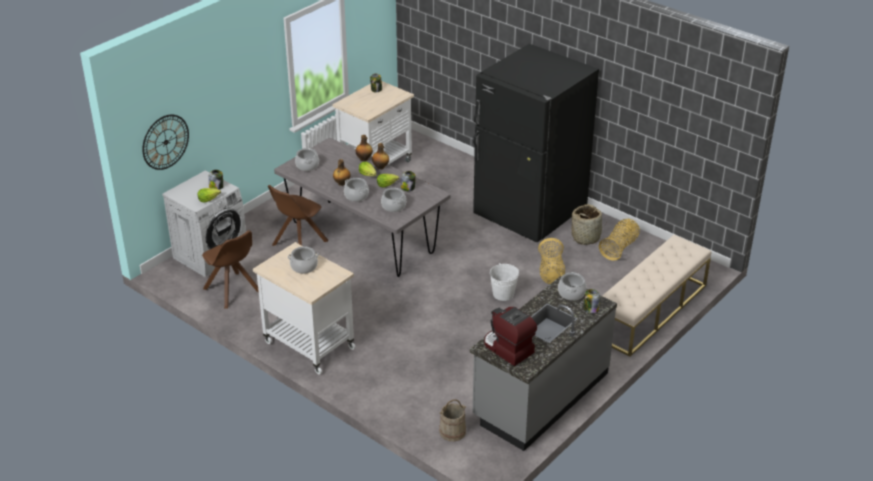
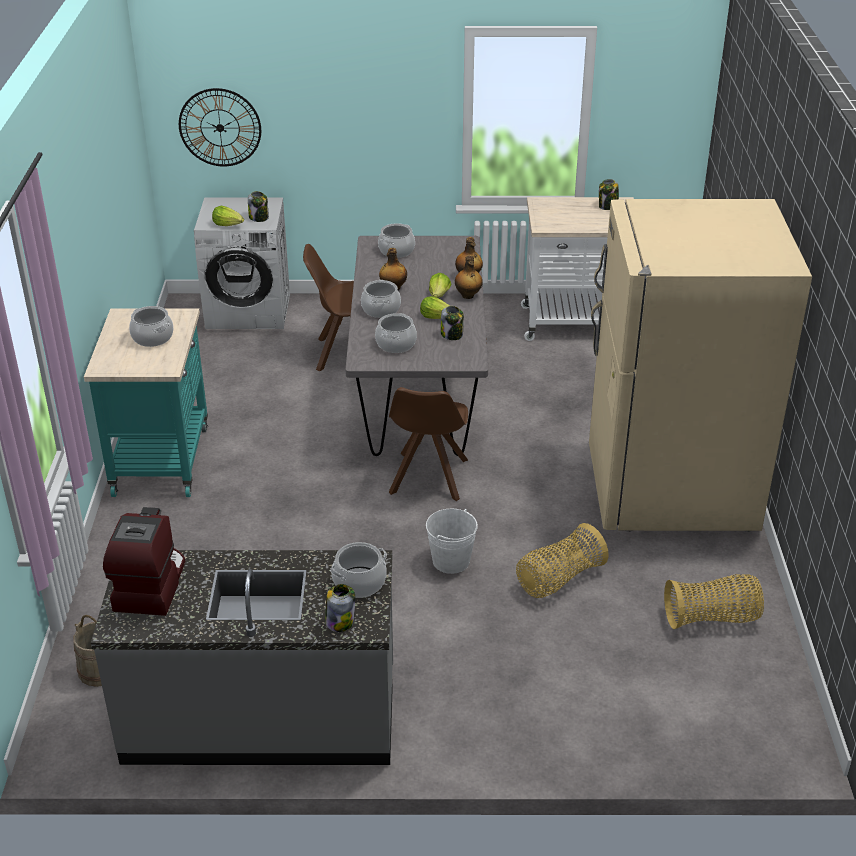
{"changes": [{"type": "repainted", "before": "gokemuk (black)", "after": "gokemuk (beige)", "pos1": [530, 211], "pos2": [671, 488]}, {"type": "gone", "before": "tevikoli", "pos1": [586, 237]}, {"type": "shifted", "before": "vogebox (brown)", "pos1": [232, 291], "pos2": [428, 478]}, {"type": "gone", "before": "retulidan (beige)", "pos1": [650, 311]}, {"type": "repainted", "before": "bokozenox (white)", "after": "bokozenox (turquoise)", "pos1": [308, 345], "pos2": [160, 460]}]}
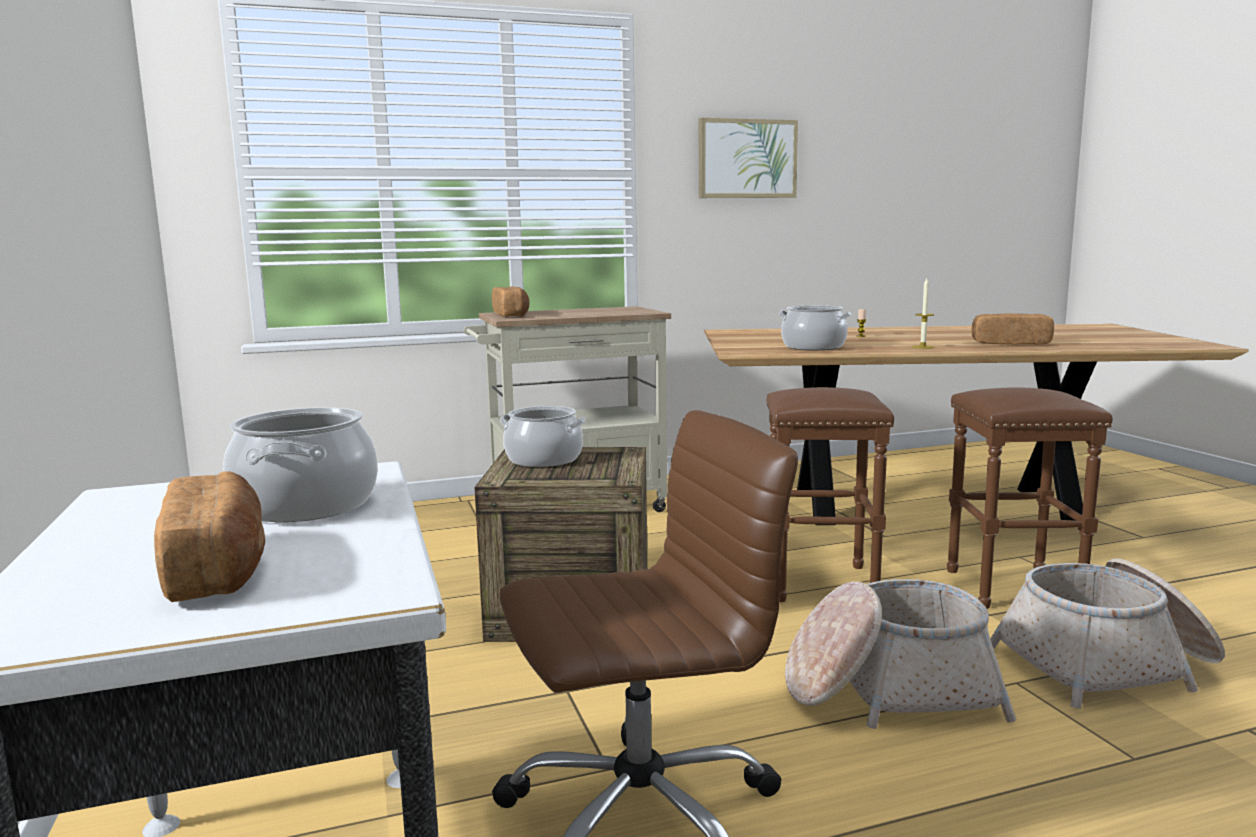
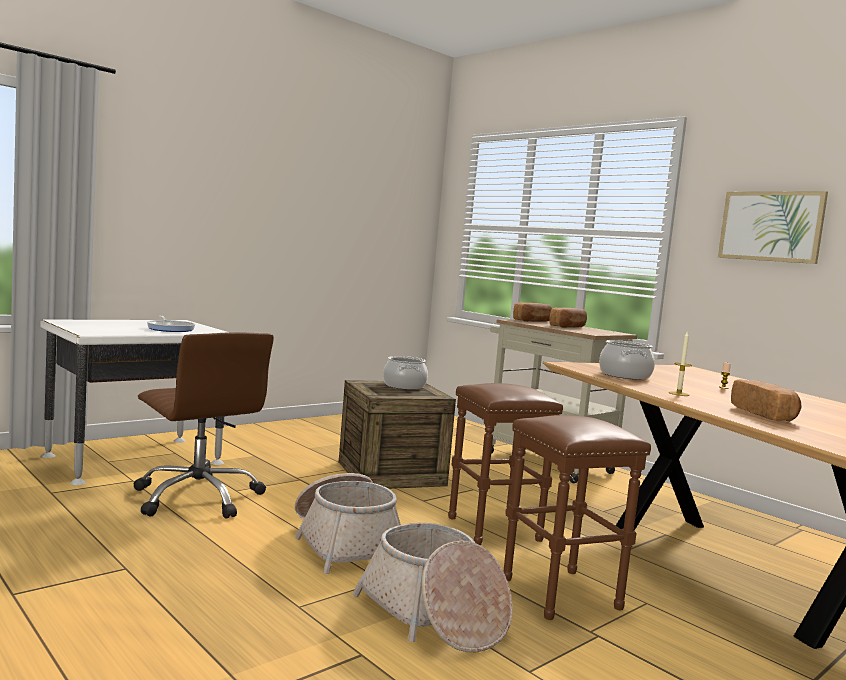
{"changes": [{"type": "swapped", "before": "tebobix", "after": "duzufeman", "pos1": [304, 505], "pos2": [170, 329]}, {"type": "shifted", "before": "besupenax", "pos1": [218, 568], "pos2": [568, 327]}]}
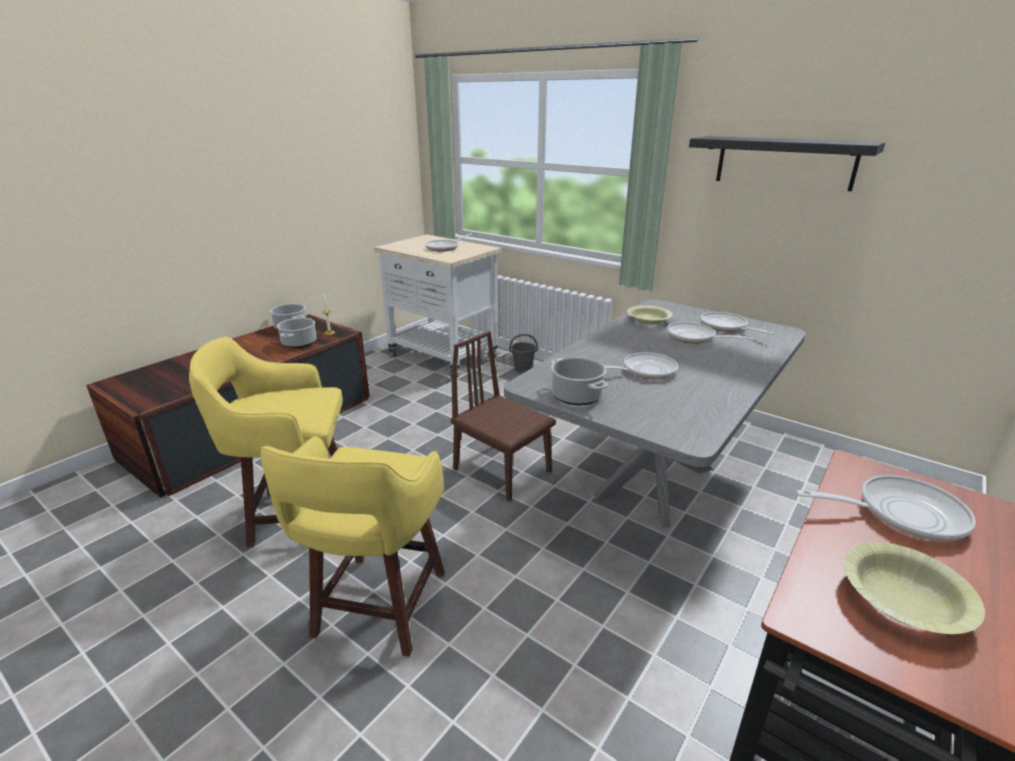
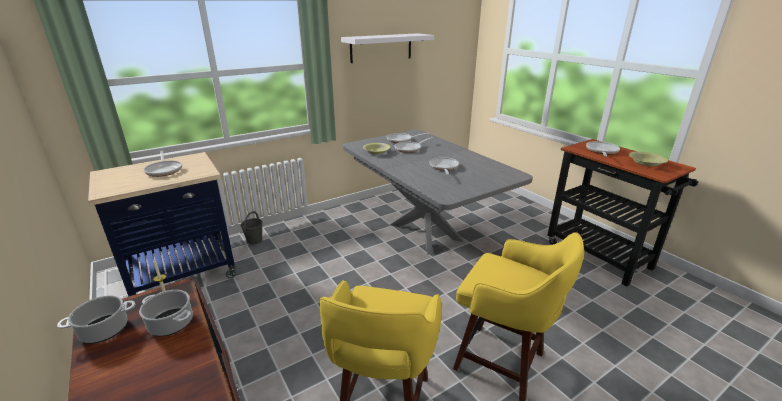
{"changes": [{"type": "repainted", "before": "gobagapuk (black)", "after": "gobagapuk (white)", "pos1": [784, 162], "pos2": [381, 48]}, {"type": "repainted", "before": "bokozenox (white)", "after": "bokozenox (blue)", "pos1": [443, 357], "pos2": [183, 275]}, {"type": "gone", "before": "vogebox (brown)", "pos1": [502, 470]}, {"type": "gone", "before": "tebobix", "pos1": [577, 396]}]}
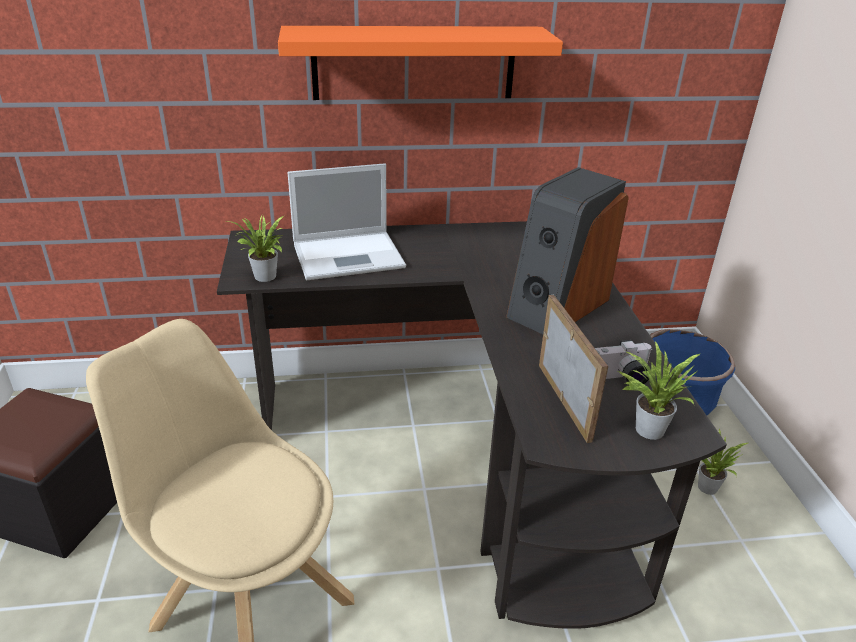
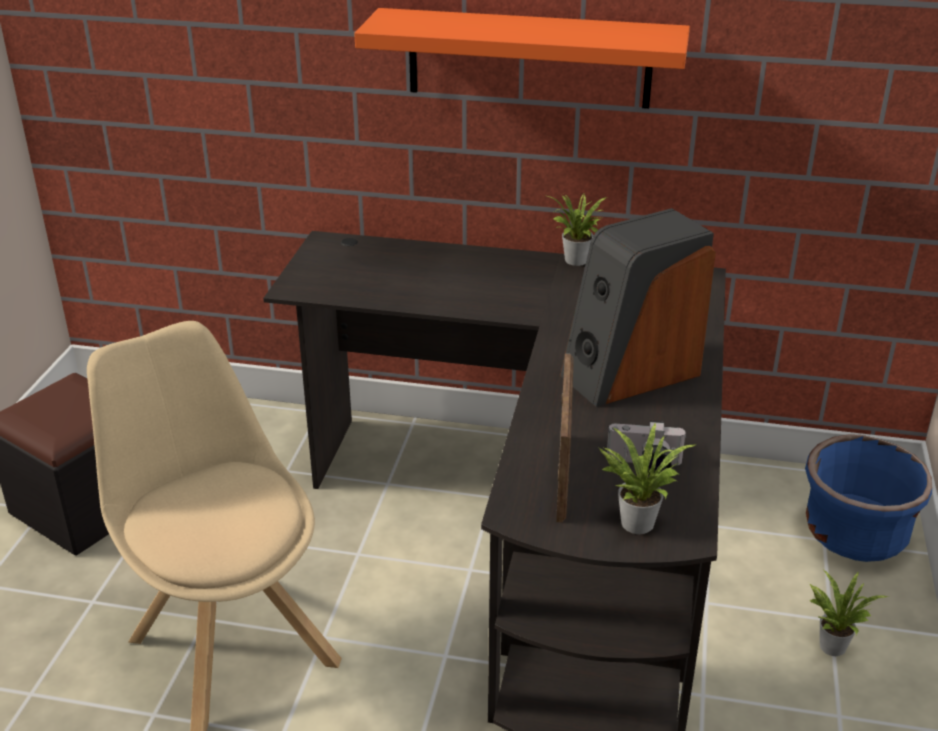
{"changes": [{"type": "gone", "before": "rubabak", "pos1": [350, 255]}, {"type": "shifted", "before": "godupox", "pos1": [265, 278], "pos2": [575, 261]}]}
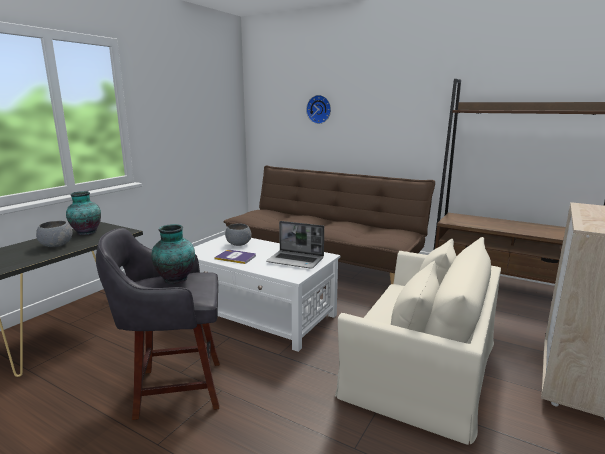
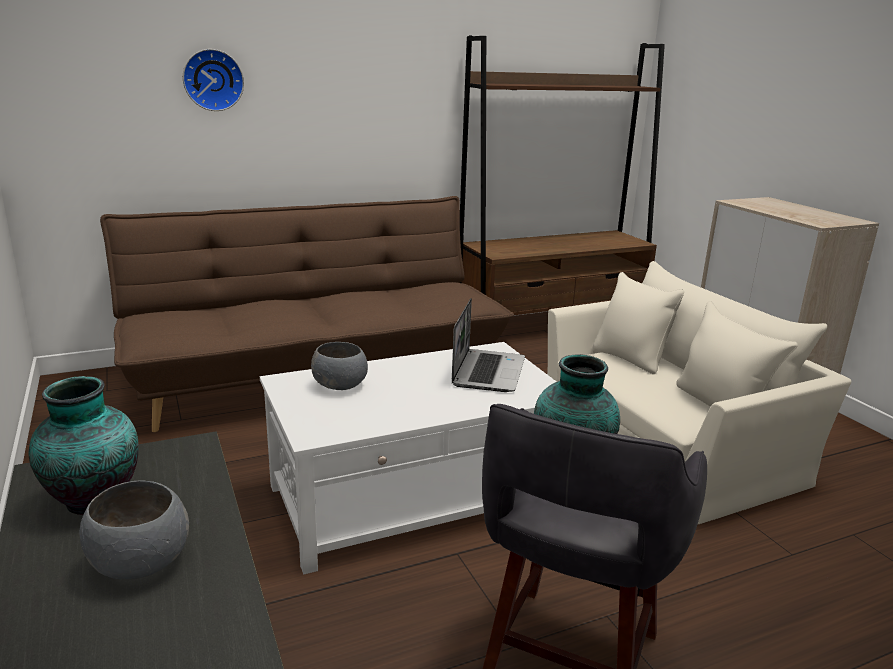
{"changes": [{"type": "rotated", "before": "rubabak", "pos1": [296, 260], "pos2": [487, 372], "turn": -45}, {"type": "gone", "before": "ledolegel", "pos1": [236, 257]}]}
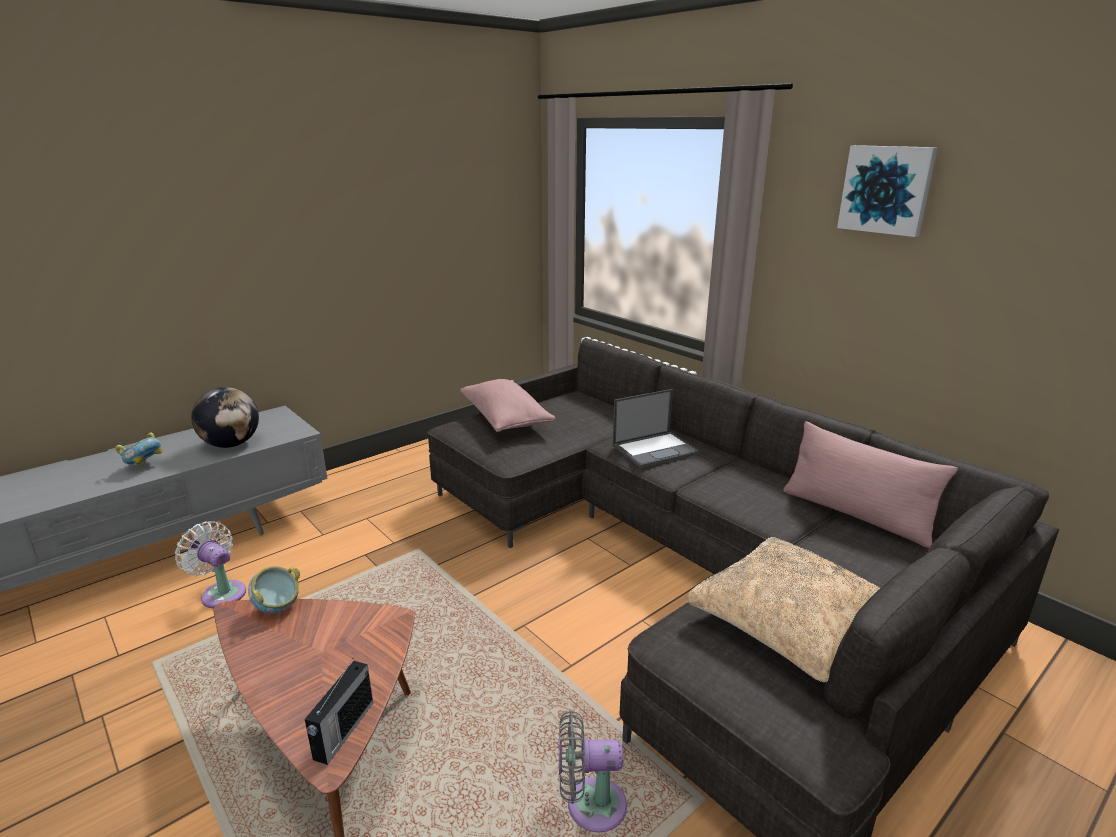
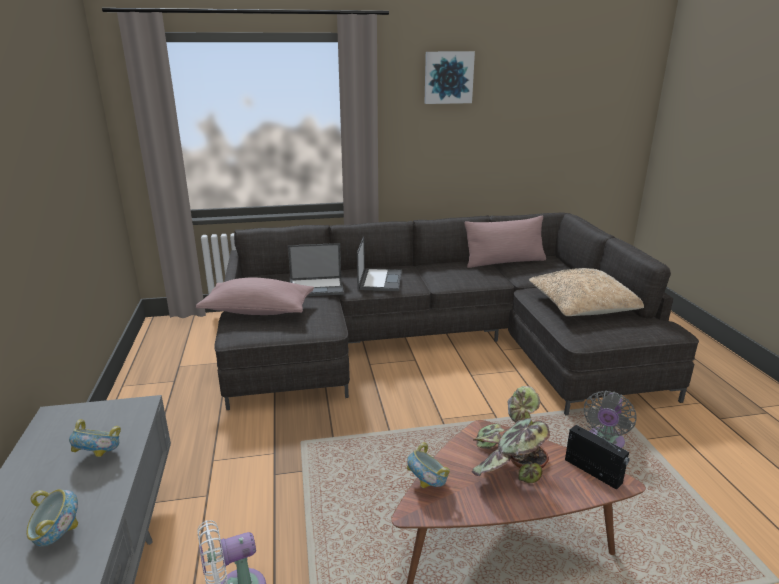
{"changes": [{"type": "swapped", "before": "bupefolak", "after": "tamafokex", "pos1": [231, 444], "pos2": [100, 456]}, {"type": "new", "after": "rubabak", "pos2": [317, 287]}, {"type": "new", "after": "godupox", "pos2": [507, 467]}]}
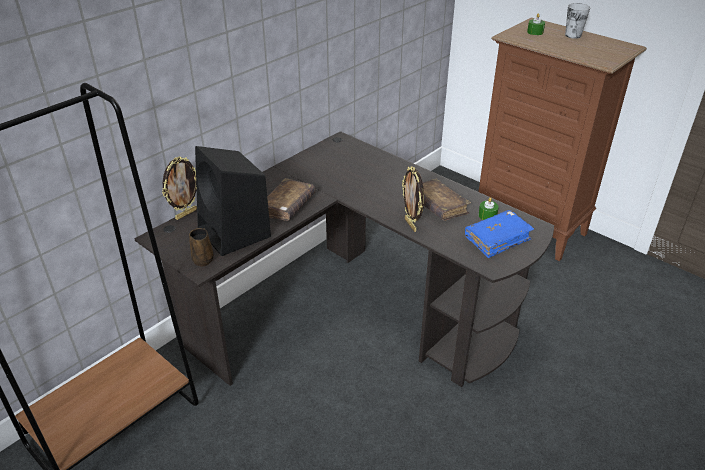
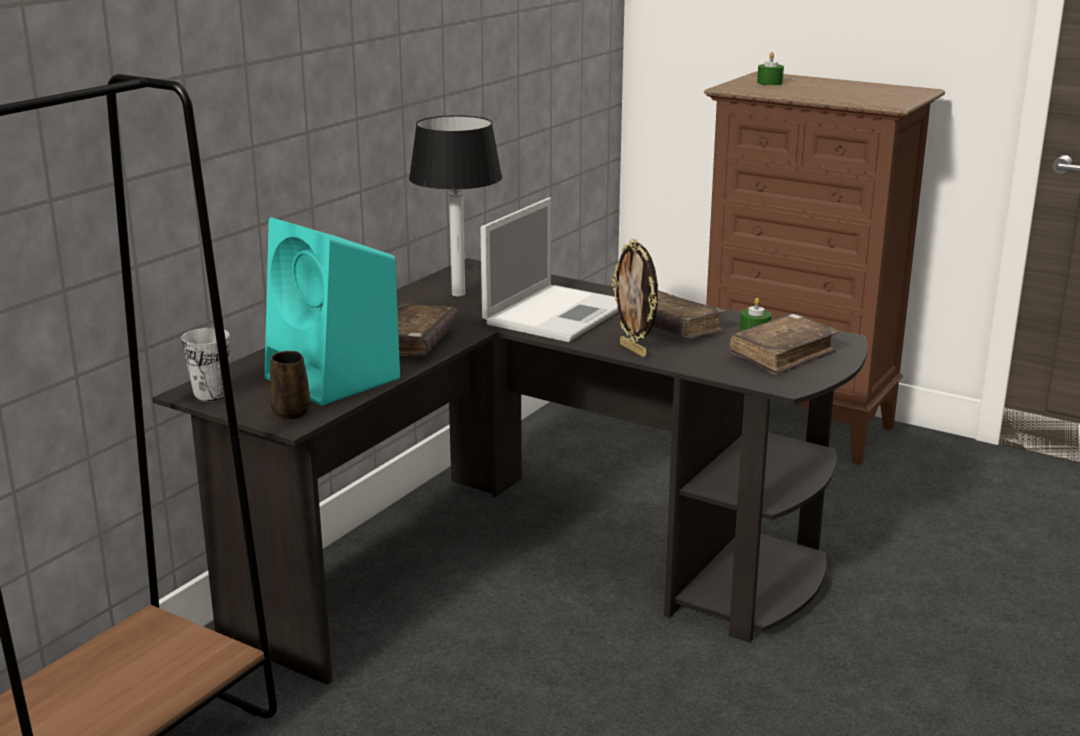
{"changes": [{"type": "shifted", "before": "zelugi", "pos1": [573, 35], "pos2": [211, 394]}, {"type": "repainted", "before": "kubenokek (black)", "after": "kubenokek (turquoise)", "pos1": [235, 233], "pos2": [335, 379]}, {"type": "gone", "before": "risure", "pos1": [186, 214]}, {"type": "repainted", "before": "ledolegel (blue)", "after": "ledolegel (brown)", "pos1": [497, 239], "pos2": [782, 355]}, {"type": "new", "after": "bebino", "pos2": [457, 294]}, {"type": "new", "after": "rubabak", "pos2": [558, 313]}]}
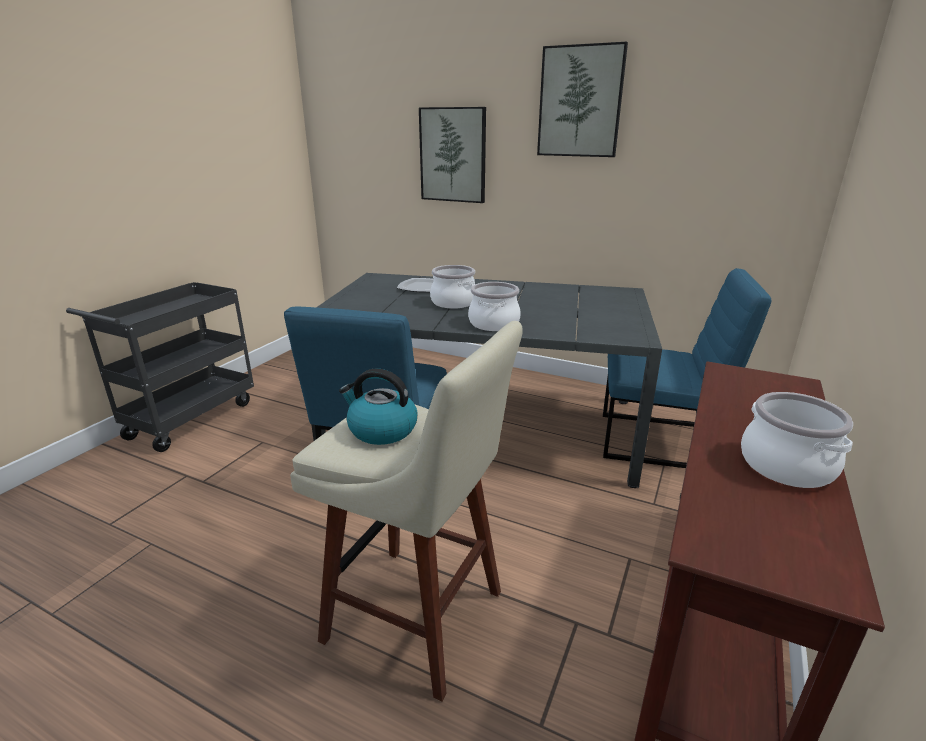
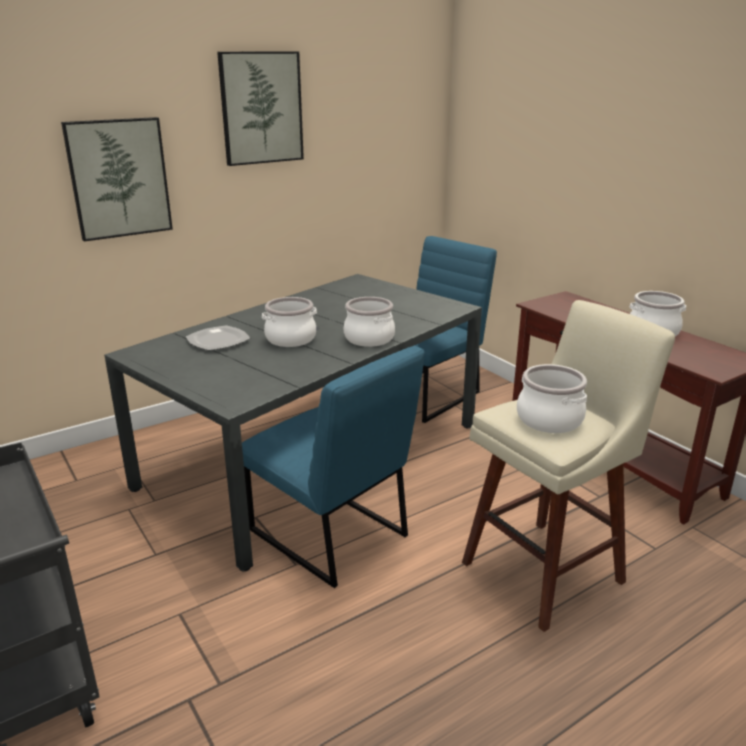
{"changes": [{"type": "swapped", "before": "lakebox", "after": "tebobix", "pos1": [381, 430], "pos2": [550, 419]}]}
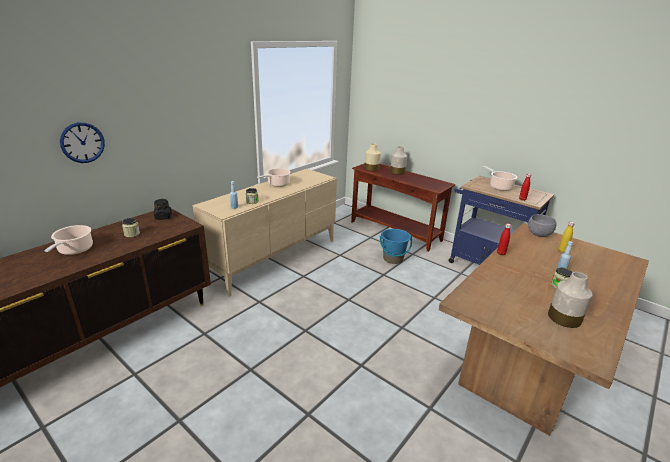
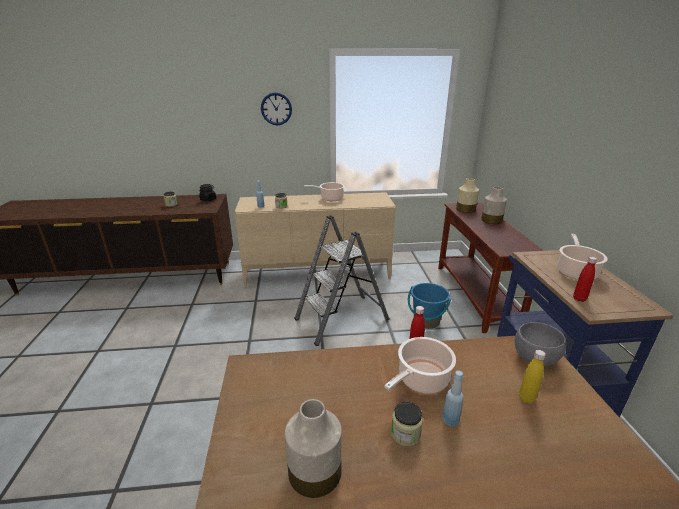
{"changes": [{"type": "shifted", "before": "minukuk", "pos1": [82, 142], "pos2": [276, 109]}, {"type": "shifted", "before": "tebobix", "pos1": [74, 250], "pos2": [421, 380]}, {"type": "new", "after": "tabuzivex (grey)", "pos2": [343, 318]}]}
